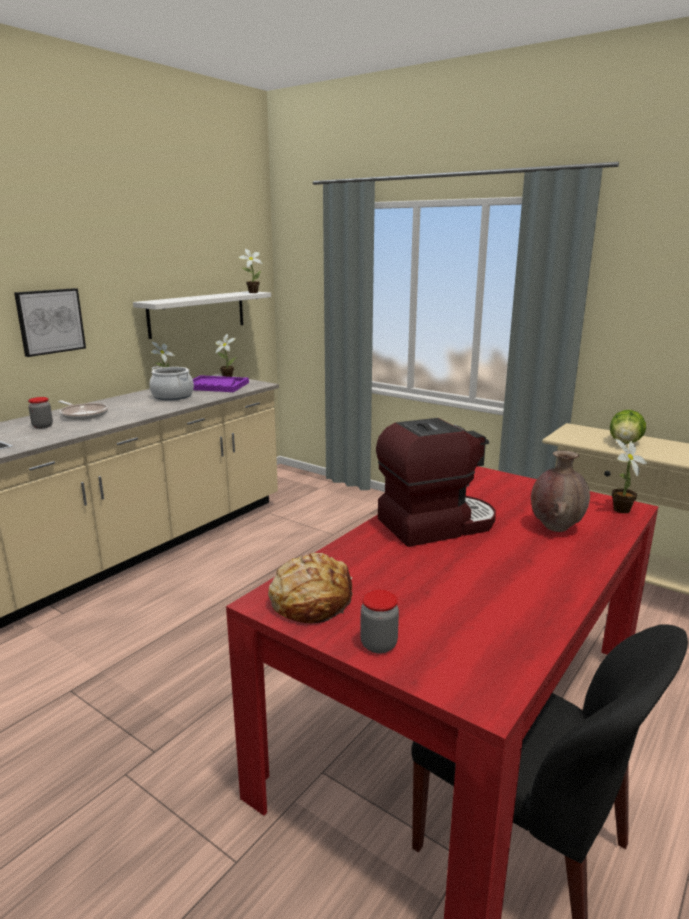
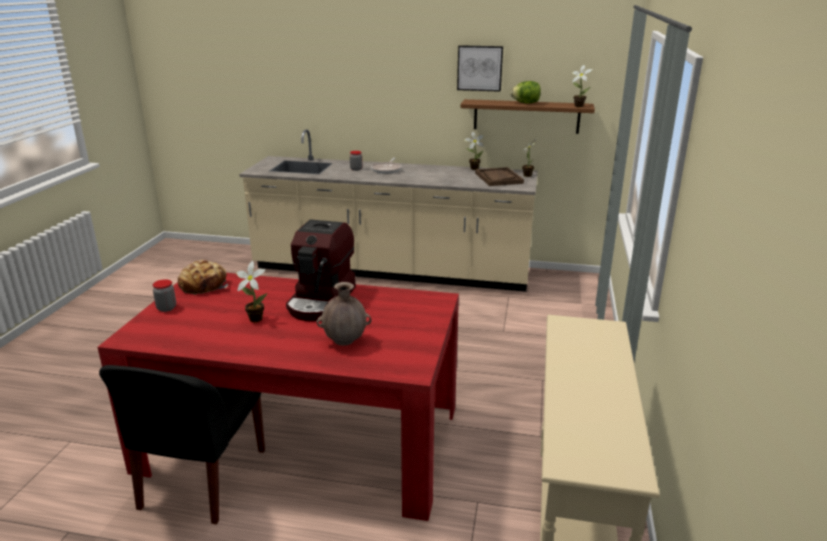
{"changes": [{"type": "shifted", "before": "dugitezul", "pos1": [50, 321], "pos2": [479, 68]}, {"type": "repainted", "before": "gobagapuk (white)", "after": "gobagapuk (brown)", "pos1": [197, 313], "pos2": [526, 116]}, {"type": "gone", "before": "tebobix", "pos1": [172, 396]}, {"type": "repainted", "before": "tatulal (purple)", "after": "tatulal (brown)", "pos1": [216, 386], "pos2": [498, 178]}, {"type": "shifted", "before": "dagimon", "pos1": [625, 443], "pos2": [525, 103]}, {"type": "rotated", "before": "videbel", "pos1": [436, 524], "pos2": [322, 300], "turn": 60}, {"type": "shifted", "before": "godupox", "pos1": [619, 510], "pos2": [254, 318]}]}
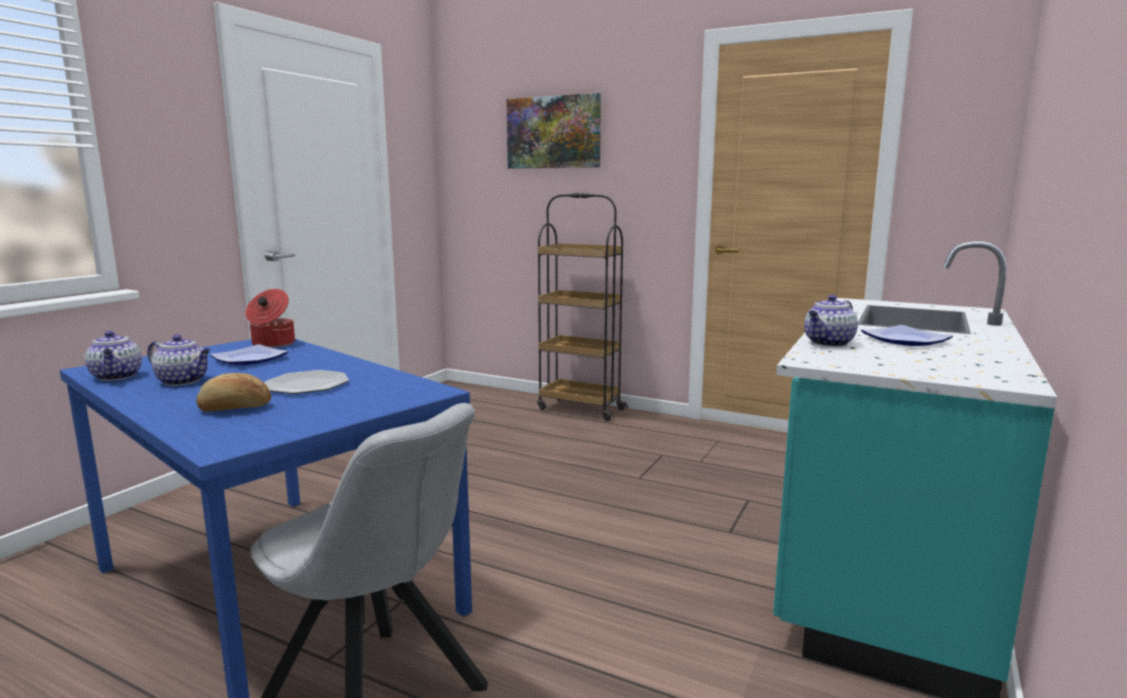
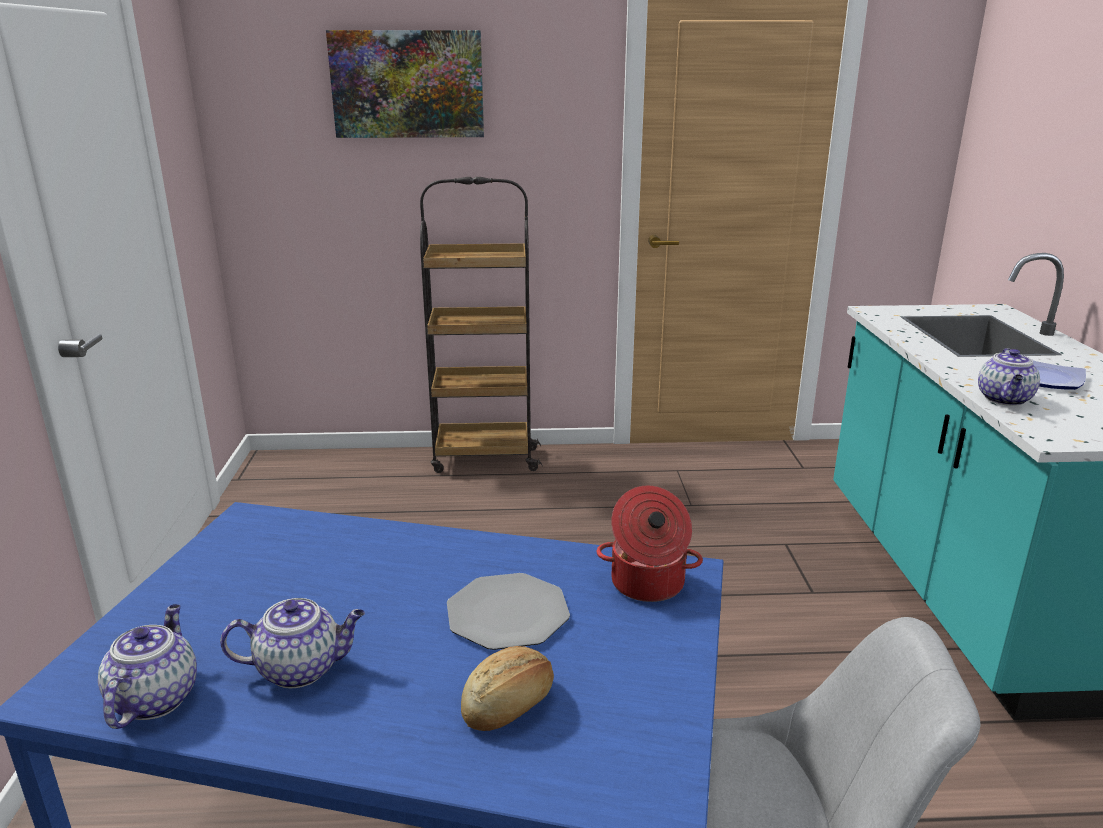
{"changes": [{"type": "shifted", "before": "tebobix", "pos1": [272, 344], "pos2": [647, 584]}, {"type": "rotated", "before": "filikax", "pos1": [117, 376], "pos2": [154, 698], "turn": -120}, {"type": "gone", "before": "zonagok", "pos1": [248, 359]}]}
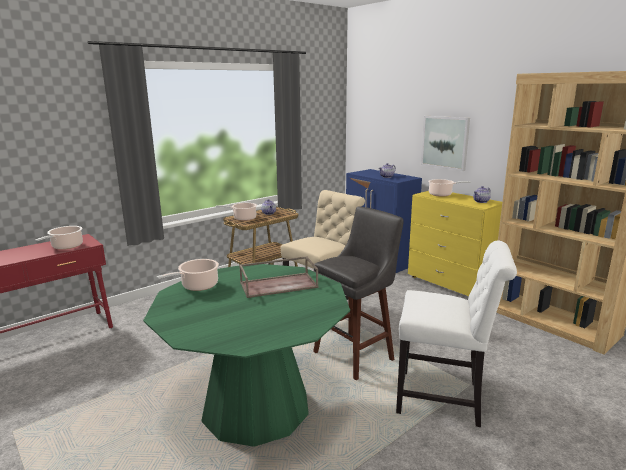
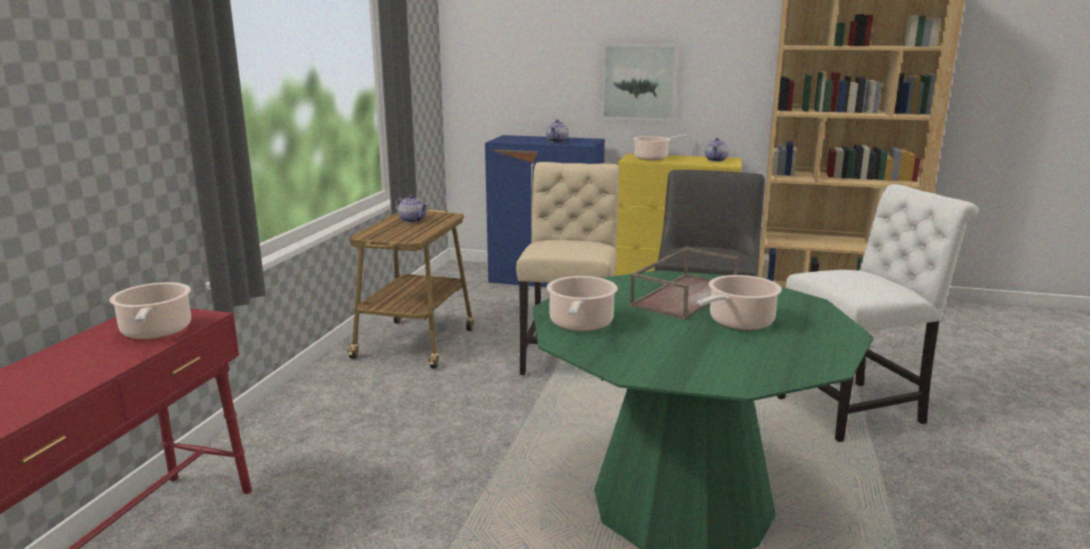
{"changes": [{"type": "shifted", "before": "tebobix", "pos1": [243, 218], "pos2": [738, 322]}]}
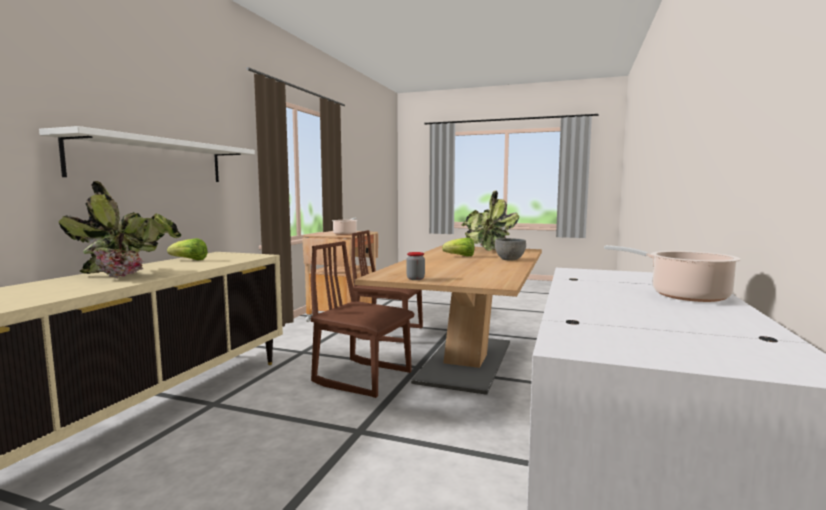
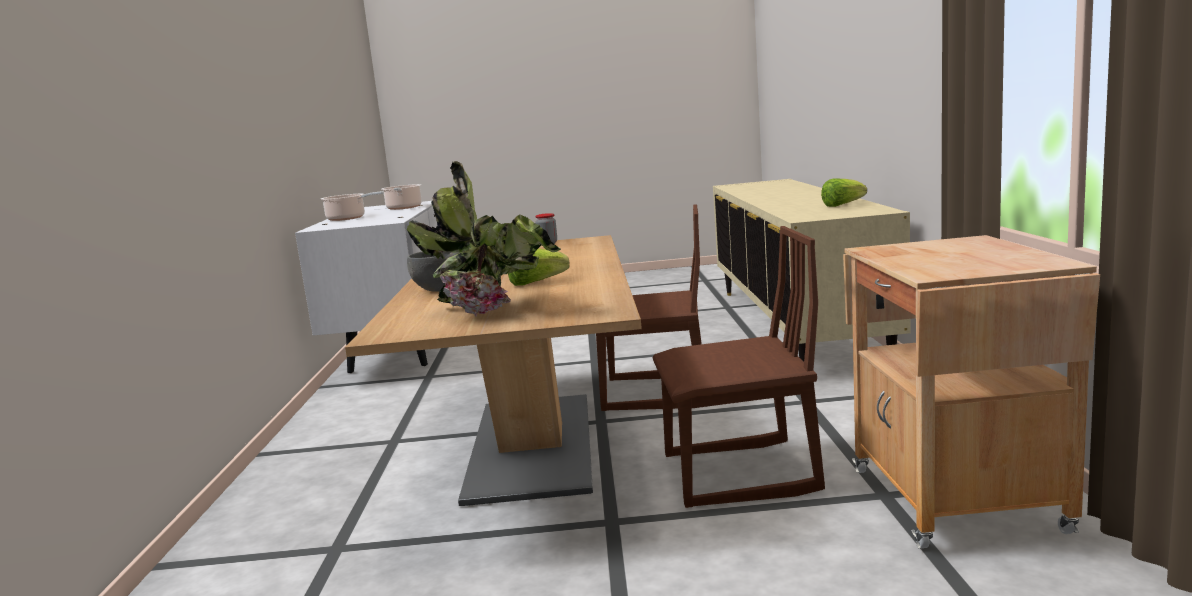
{"changes": [{"type": "gone", "before": "gobagapuk (white)", "pos1": [152, 161]}, {"type": "gone", "before": "godupox", "pos1": [130, 275]}, {"type": "shifted", "before": "tebobix", "pos1": [345, 234], "pos2": [404, 208]}]}
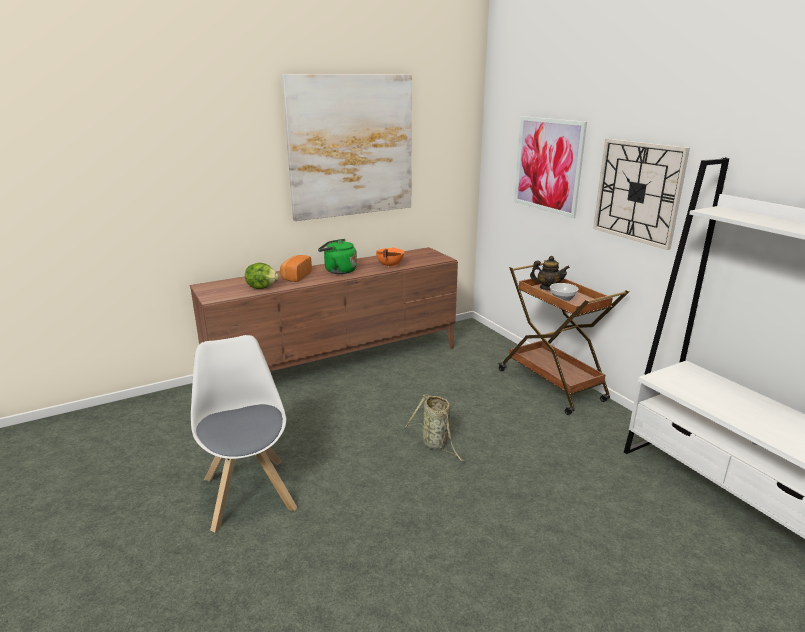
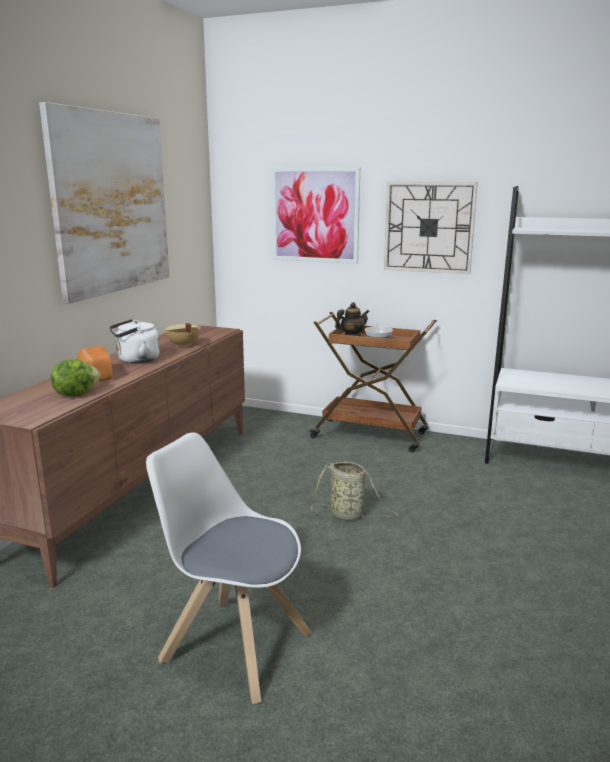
{"changes": [{"type": "repainted", "before": "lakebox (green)", "after": "lakebox (white)", "pos1": [338, 271], "pos2": [136, 360]}, {"type": "repainted", "before": "tebobix (orange)", "after": "tebobix (beige)", "pos1": [389, 265], "pos2": [183, 345]}]}
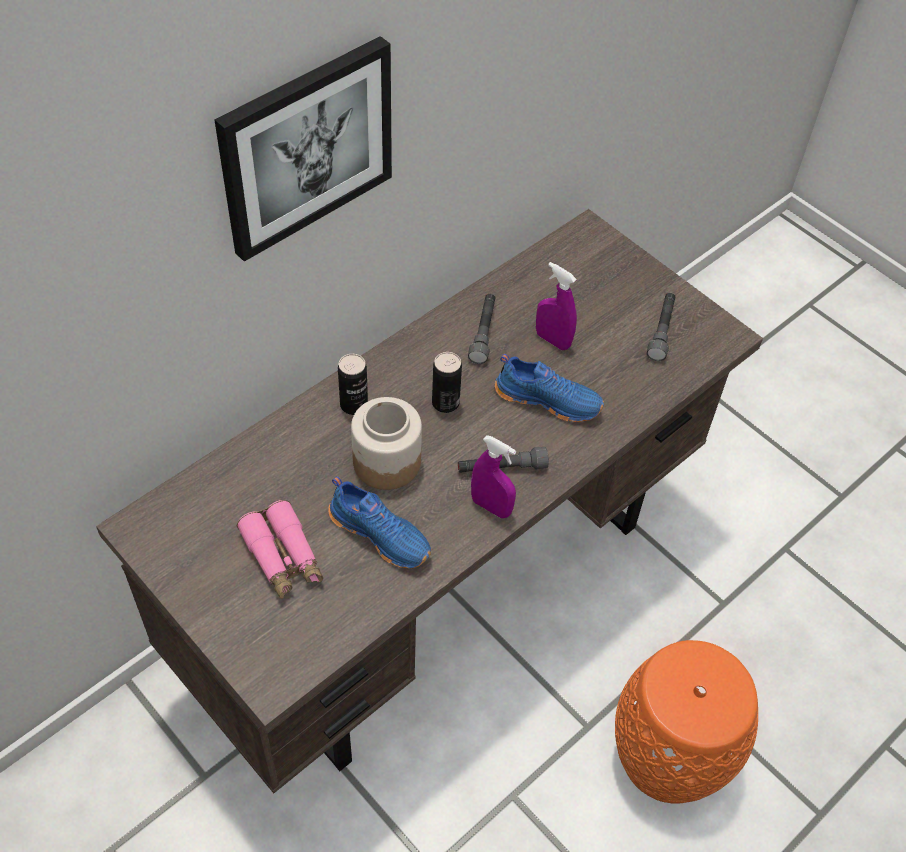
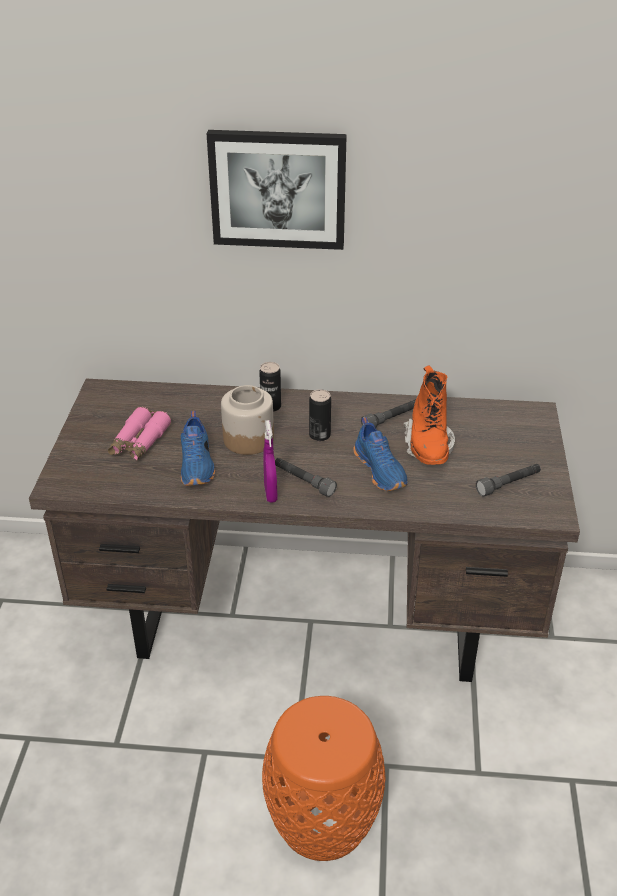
{"changes": [{"type": "swapped", "before": "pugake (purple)", "after": "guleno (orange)", "pos1": [552, 340], "pos2": [428, 446]}]}
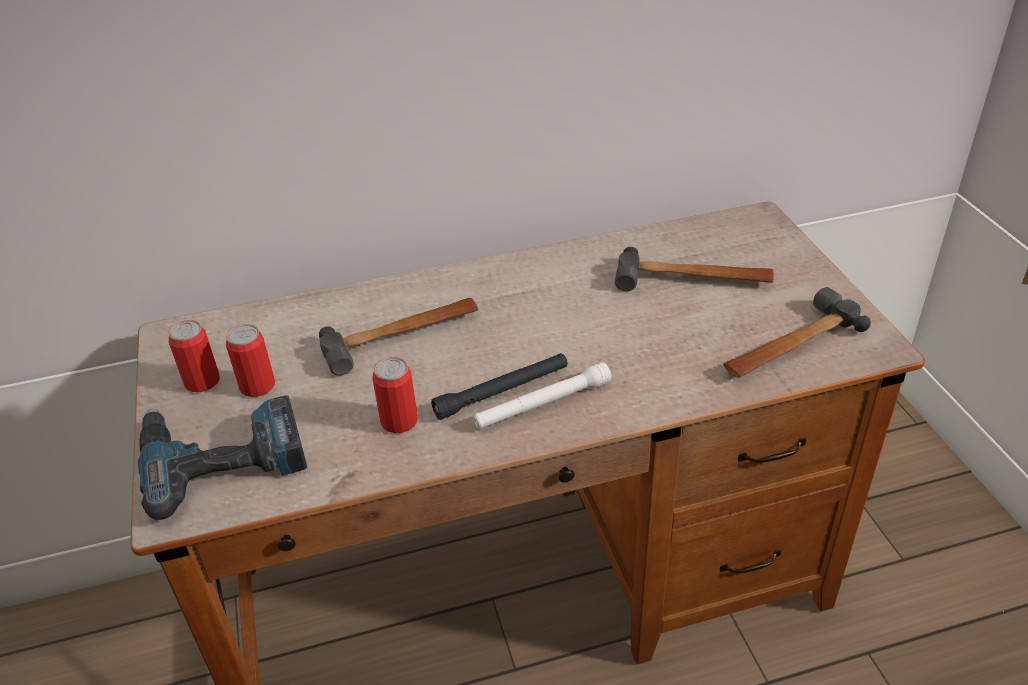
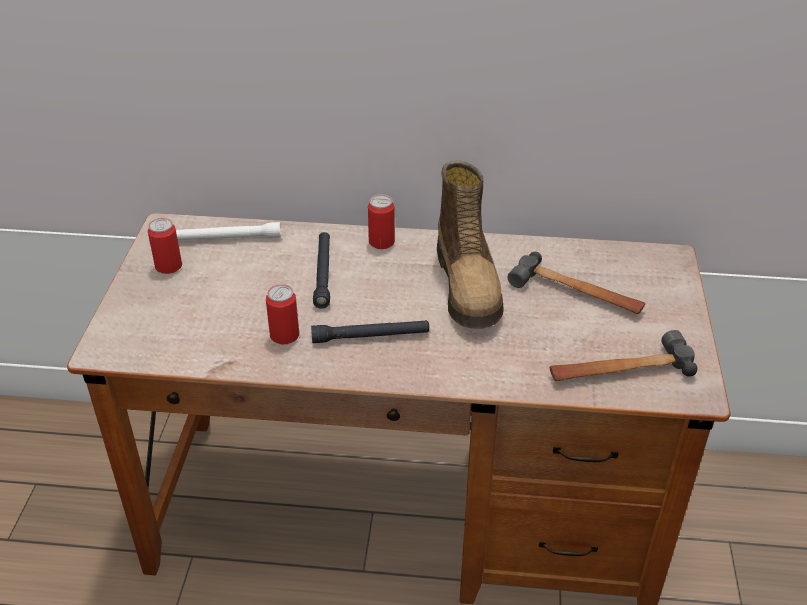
{"changes": [{"type": "swapped", "before": "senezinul", "after": "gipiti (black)", "pos1": [402, 337], "pos2": [323, 274]}, {"type": "shifted", "before": "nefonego", "pos1": [257, 386], "pos2": [381, 242]}, {"type": "shifted", "before": "gipiti (white)", "pos1": [542, 404], "pos2": [229, 238]}, {"type": "gone", "before": "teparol", "pos1": [223, 455]}, {"type": "new", "after": "guleno", "pos2": [469, 286]}]}
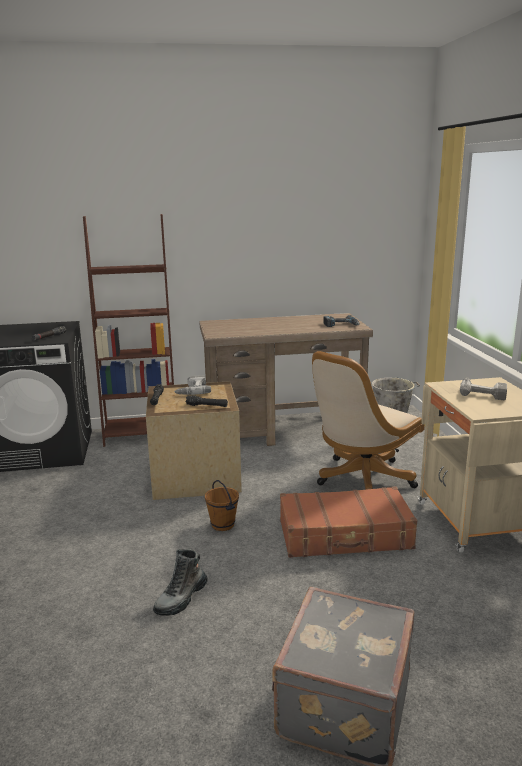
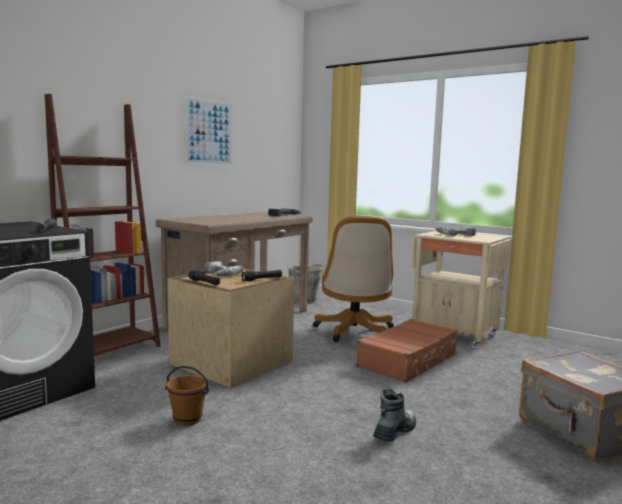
{"changes": [{"type": "shifted", "before": "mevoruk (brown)", "pos1": [223, 525], "pos2": [188, 419]}, {"type": "rotated", "before": "guleno", "pos1": [181, 598], "pos2": [394, 432], "turn": -135}, {"type": "new", "after": "dugitezul", "pos2": [209, 132]}]}
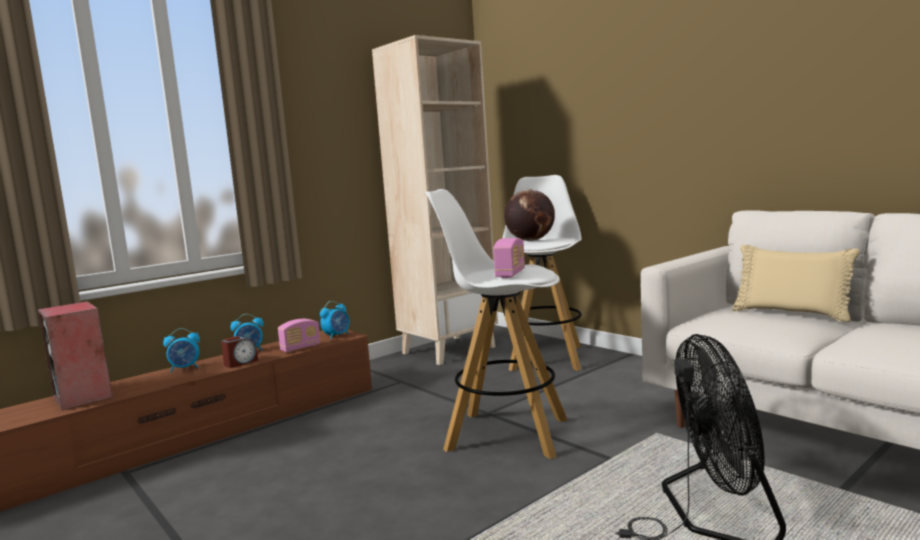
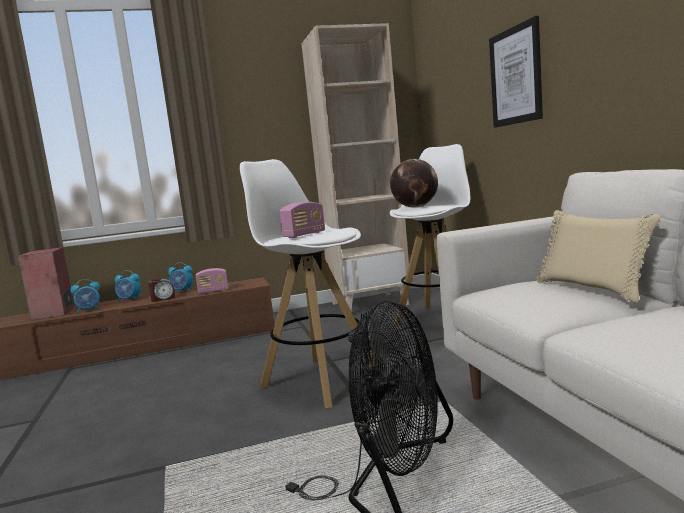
{"changes": [{"type": "shifted", "before": "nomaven", "pos1": [337, 336], "pos2": [89, 310]}, {"type": "new", "after": "dugitezul", "pos2": [516, 76]}]}
